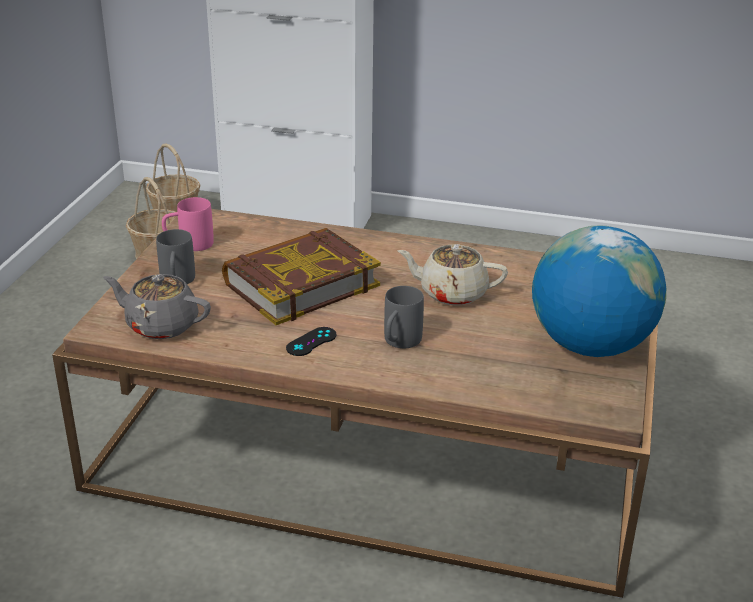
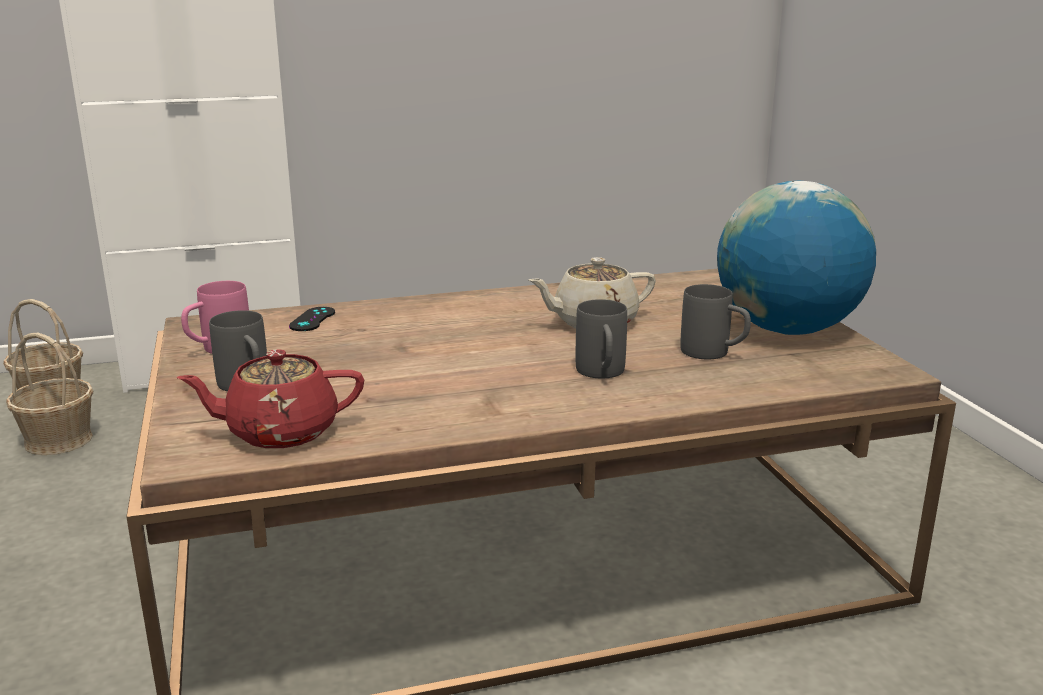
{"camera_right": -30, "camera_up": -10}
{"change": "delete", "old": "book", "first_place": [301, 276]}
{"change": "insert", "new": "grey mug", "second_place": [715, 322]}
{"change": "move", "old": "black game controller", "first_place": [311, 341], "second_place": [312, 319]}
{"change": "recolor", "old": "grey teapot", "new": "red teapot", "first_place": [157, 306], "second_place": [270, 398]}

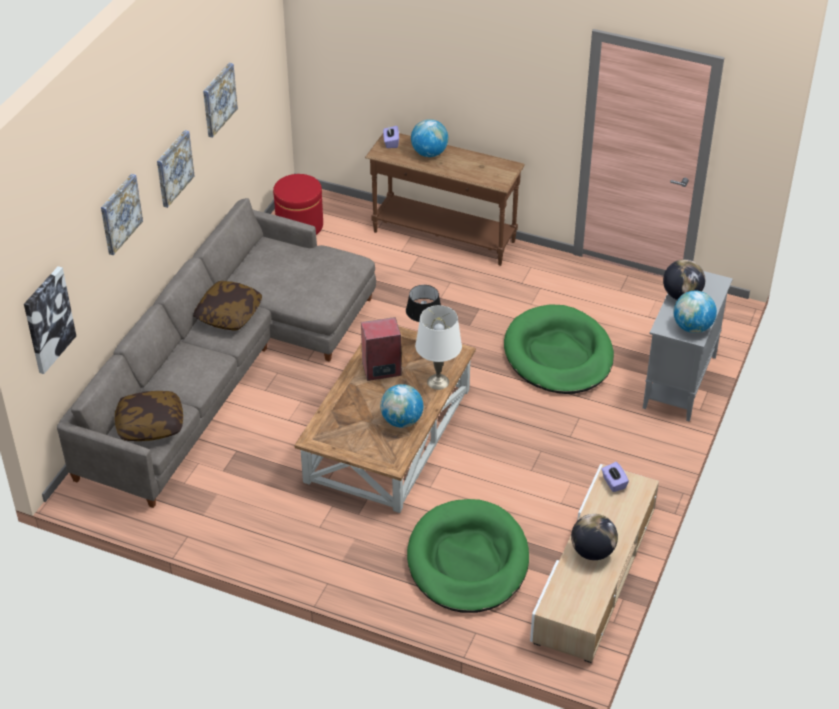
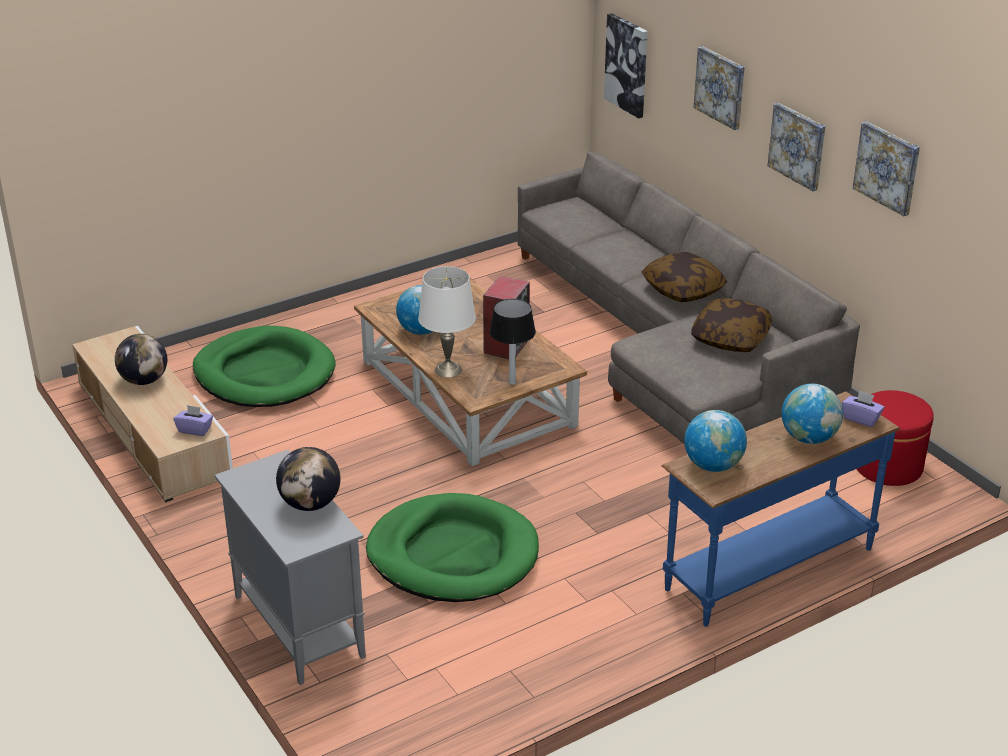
{"camera_right": 125, "camera_up": -10}
{"change": "move", "old": "pillow", "first_place": [149, 416], "second_place": [731, 325]}
{"change": "move", "old": "globe", "first_place": [695, 312], "second_place": [715, 441]}
{"change": "recolor", "old": "brown console table", "new": "blue console table", "first_place": [445, 199], "second_place": [781, 509]}

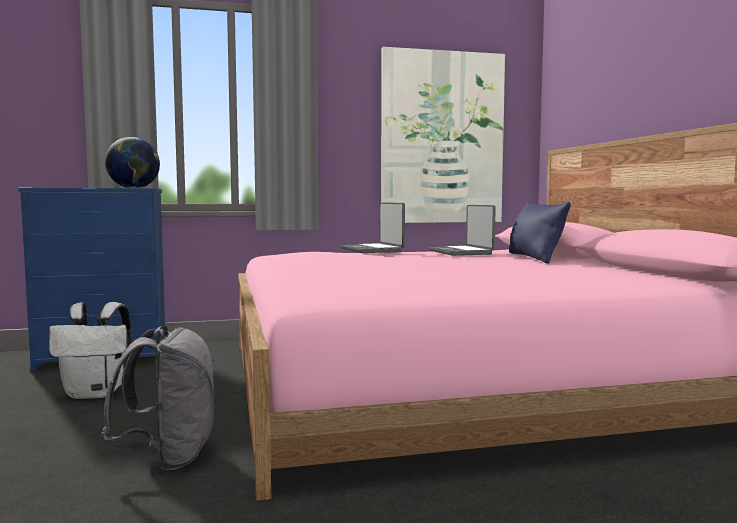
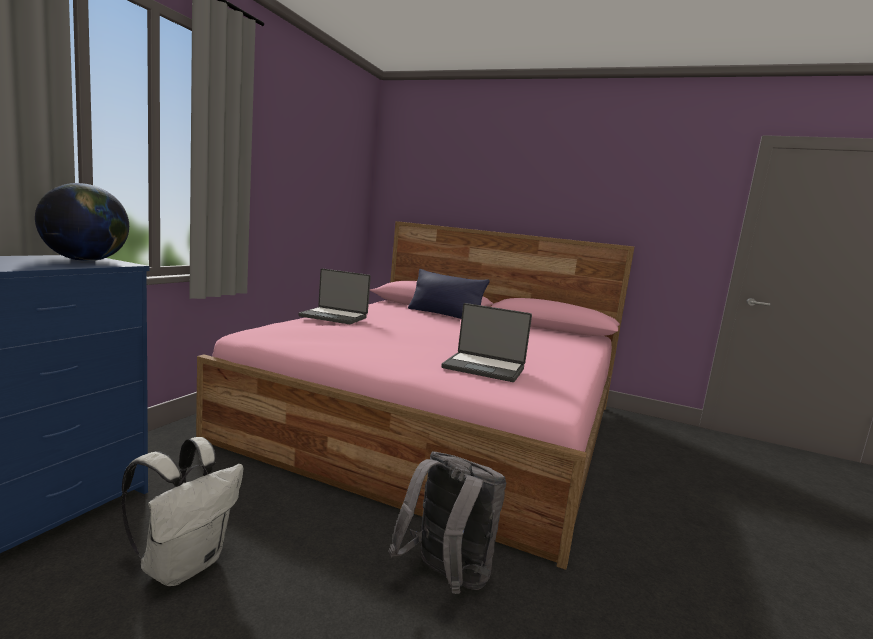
{"camera_right": -55, "camera_up": 5}
{"change": "delete", "old": "picture", "first_place": [443, 135]}
{"change": "move", "old": "laptop", "first_place": [462, 230], "second_place": [487, 342]}

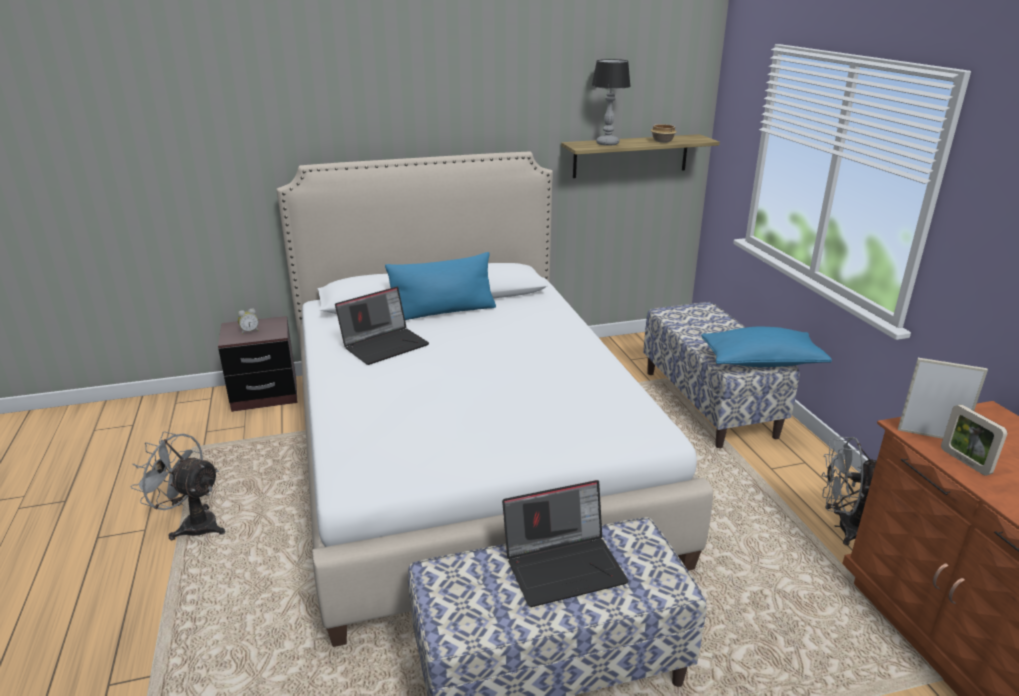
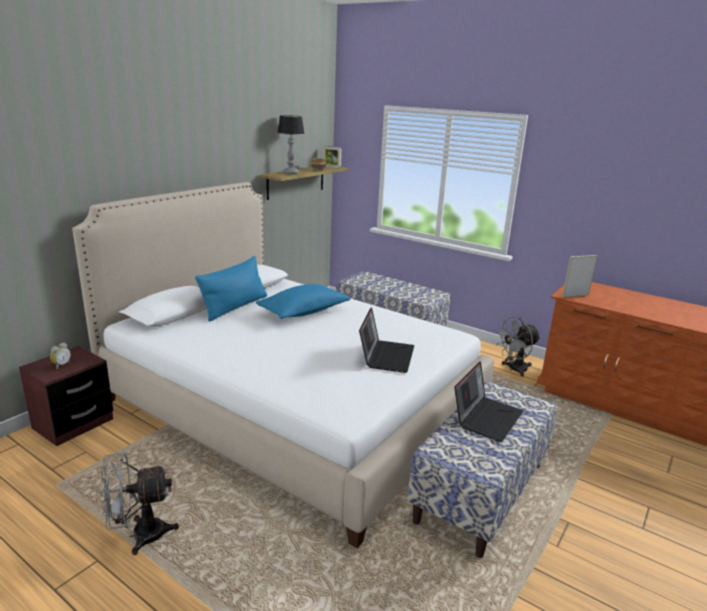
{"camera_right": -40, "camera_up": -5}
{"change": "move", "old": "laptop", "first_place": [382, 326], "second_place": [386, 340]}
{"change": "move", "old": "blue pillow", "first_place": [766, 347], "second_place": [303, 301]}
{"change": "move", "old": "picture frame", "first_place": [974, 440], "second_place": [332, 157]}

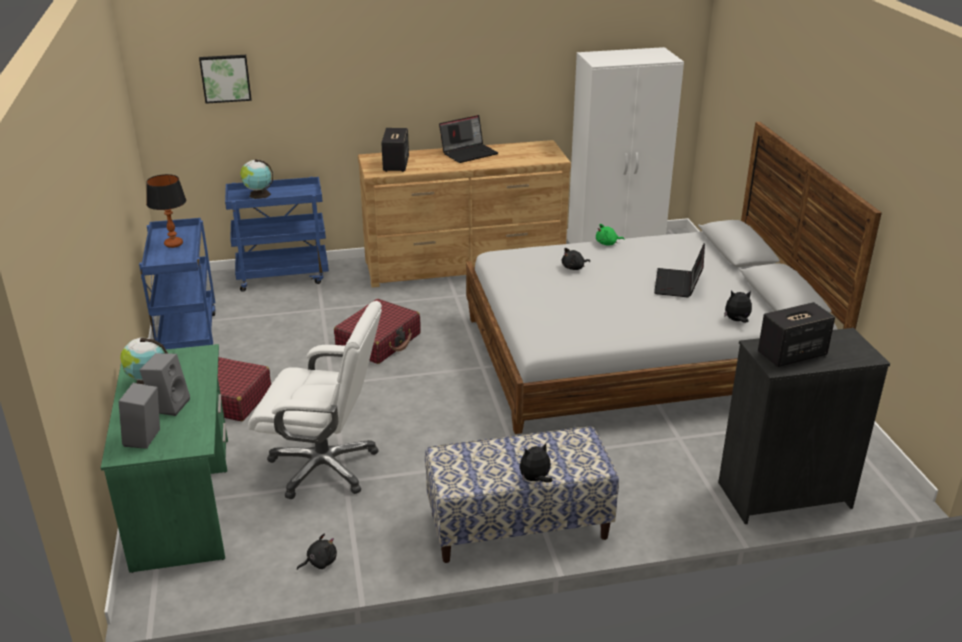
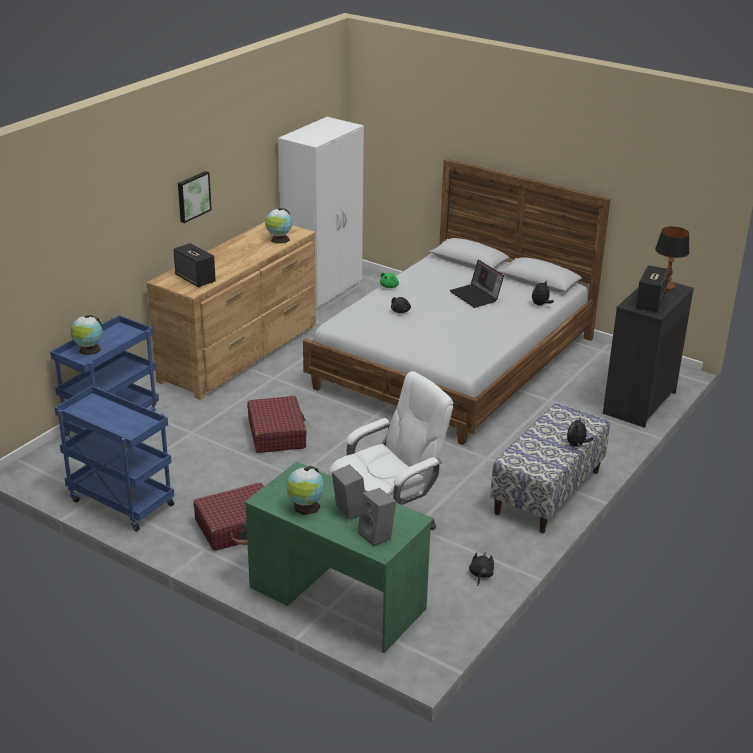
{"camera_right": -45, "camera_up": 0}
{"change": "delete", "old": "laptop", "first_place": [468, 139]}
{"change": "insert", "new": "globe", "second_place": [278, 226]}
{"change": "move", "old": "table lamp", "first_place": [166, 211], "second_place": [672, 258]}
{"change": "move", "old": "picture", "first_place": [225, 79], "second_place": [195, 197]}

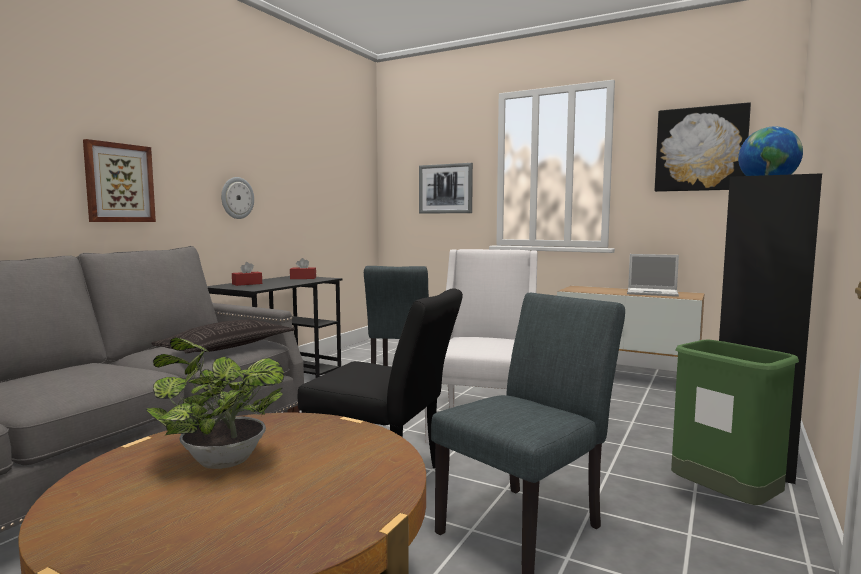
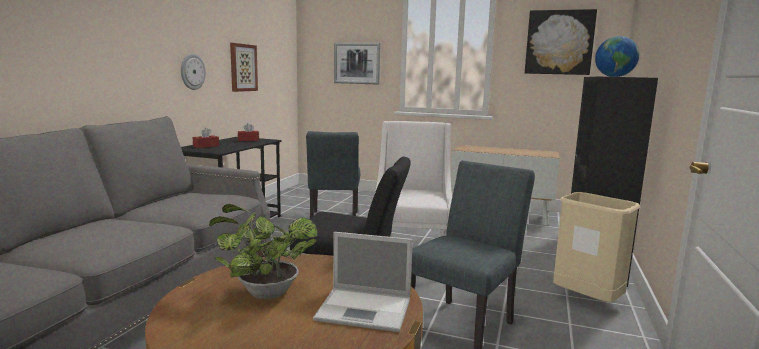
{"camera_right": -10, "camera_up": 5}
{"change": "delete", "old": "pillow", "first_place": [223, 337]}
{"change": "move", "old": "picture", "first_place": [119, 180], "second_place": [244, 67]}
{"change": "move", "old": "laptop", "first_place": [653, 275], "second_place": [363, 282]}
{"change": "recolor", "old": "green trash can", "new": "beige trash can", "first_place": [735, 422], "second_place": [596, 247]}

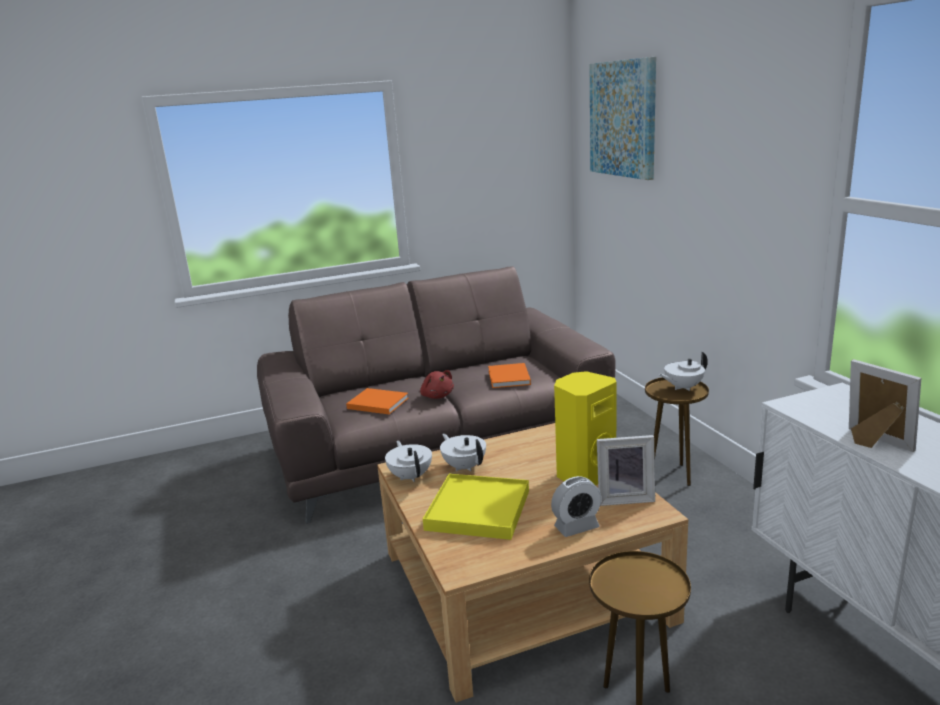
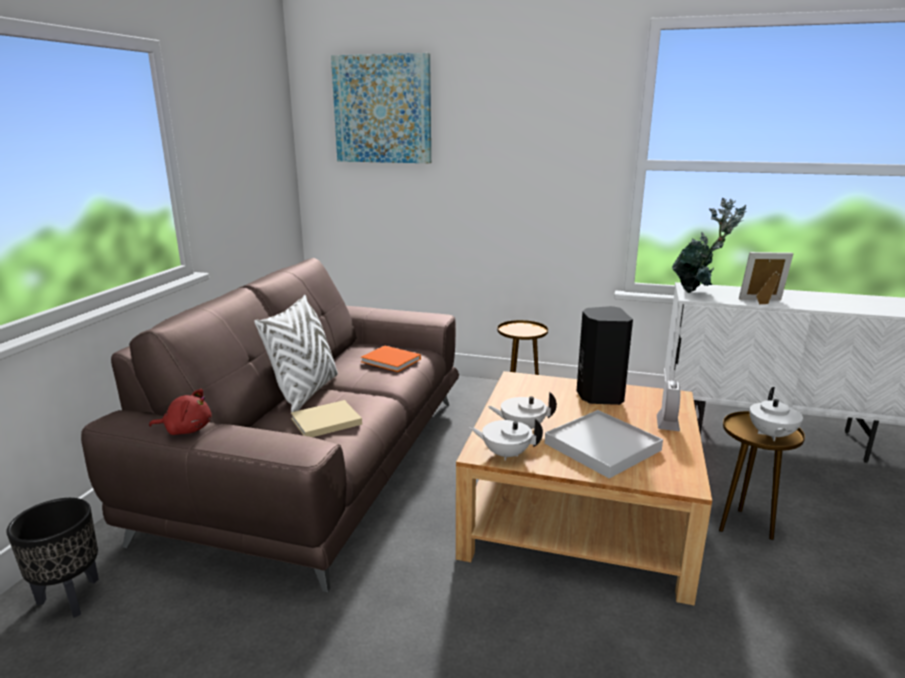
{"camera_right": -55, "camera_up": 0}
{"change": "delete", "old": "picture frame", "first_place": [626, 470]}
{"change": "insert", "new": "black planter", "second_place": [52, 558]}
{"change": "insert", "new": "white pillow", "second_place": [296, 353]}
{"change": "insert", "new": "potted plant", "second_place": [709, 245]}
{"change": "move", "old": "red plush toy", "first_place": [437, 384], "second_place": [180, 412]}
{"change": "move", "old": "white teapot", "first_place": [683, 371], "second_place": [776, 414]}
{"change": "recolor", "old": "orange book", "new": "beige book", "first_place": [377, 401], "second_place": [326, 418]}
{"change": "recolor", "old": "yellow tray", "new": "white tray", "first_place": [476, 507], "second_place": [604, 444]}
{"change": "recolor", "old": "yellow speaker", "new": "black speaker", "first_place": [585, 428], "second_place": [605, 355]}

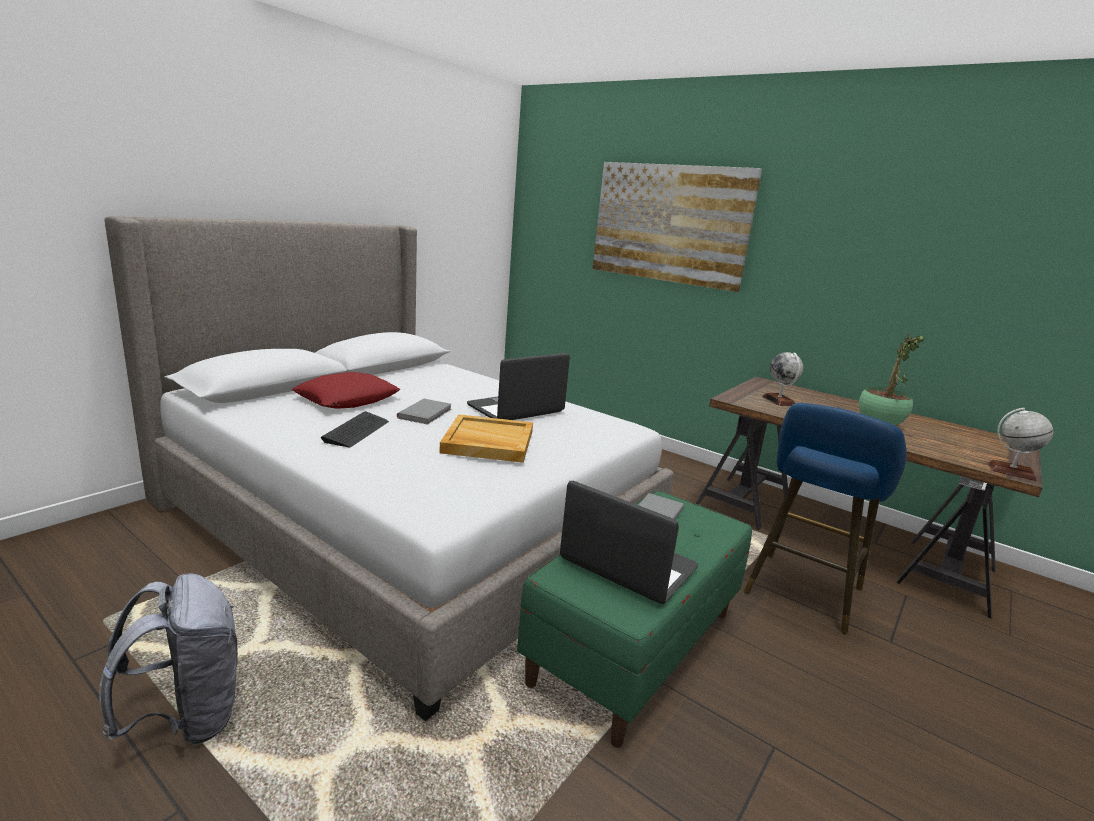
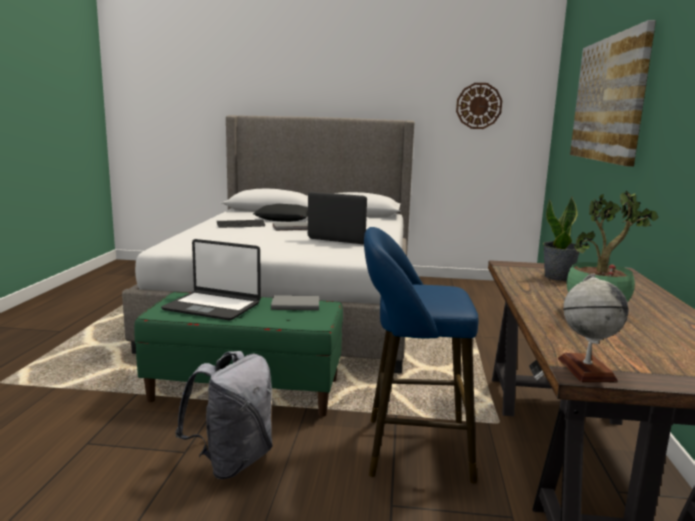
{"camera_right": 60, "camera_up": -5}
{"change": "delete", "old": "beige tray", "first_place": [486, 438]}
{"change": "insert", "new": "wall clock", "second_place": [479, 106]}
{"change": "move", "old": "grey backpack", "first_place": [168, 659], "second_place": [224, 415]}
{"change": "replace", "old": "globe", "new": "potted plant", "first_place": [782, 379], "second_place": [561, 239]}
{"change": "recolor", "old": "red pillow", "new": "black pillow", "first_place": [346, 390], "second_place": [280, 213]}
{"change": "rotate", "old": "laptop", "first_place": [629, 542], "second_place": [211, 280], "degrees": 105}

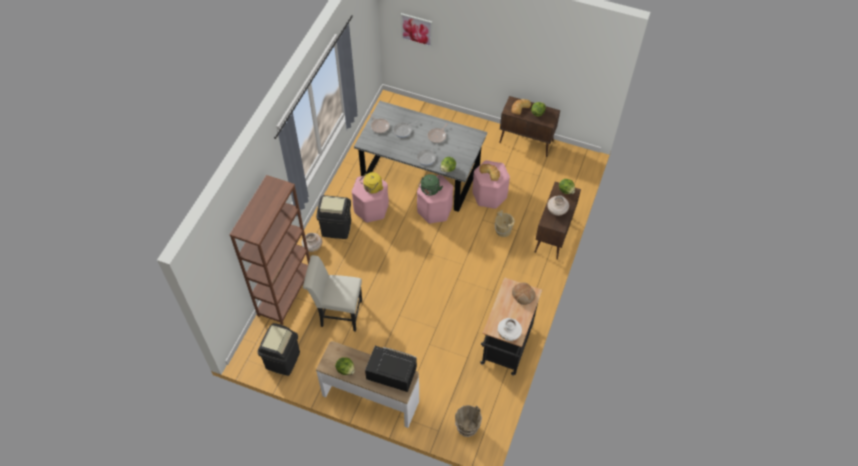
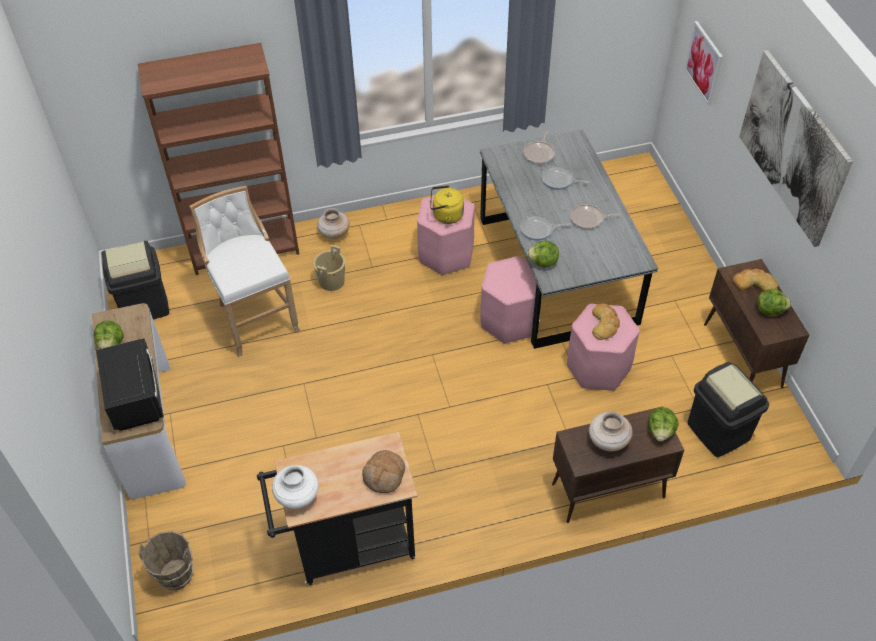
{"camera_right": 55, "camera_up": -5}
{"change": "delete", "old": "green kettle", "first_place": [431, 185]}
{"change": "insert", "new": "picture", "second_place": [796, 148]}
{"change": "move", "old": "black trash can", "first_place": [333, 217], "second_place": [728, 409]}
{"change": "move", "old": "beige bucket", "first_place": [505, 223], "second_place": [329, 268]}
{"change": "replace", "old": "white chair", "new": "white stool", "first_place": [332, 293], "second_place": [245, 271]}

